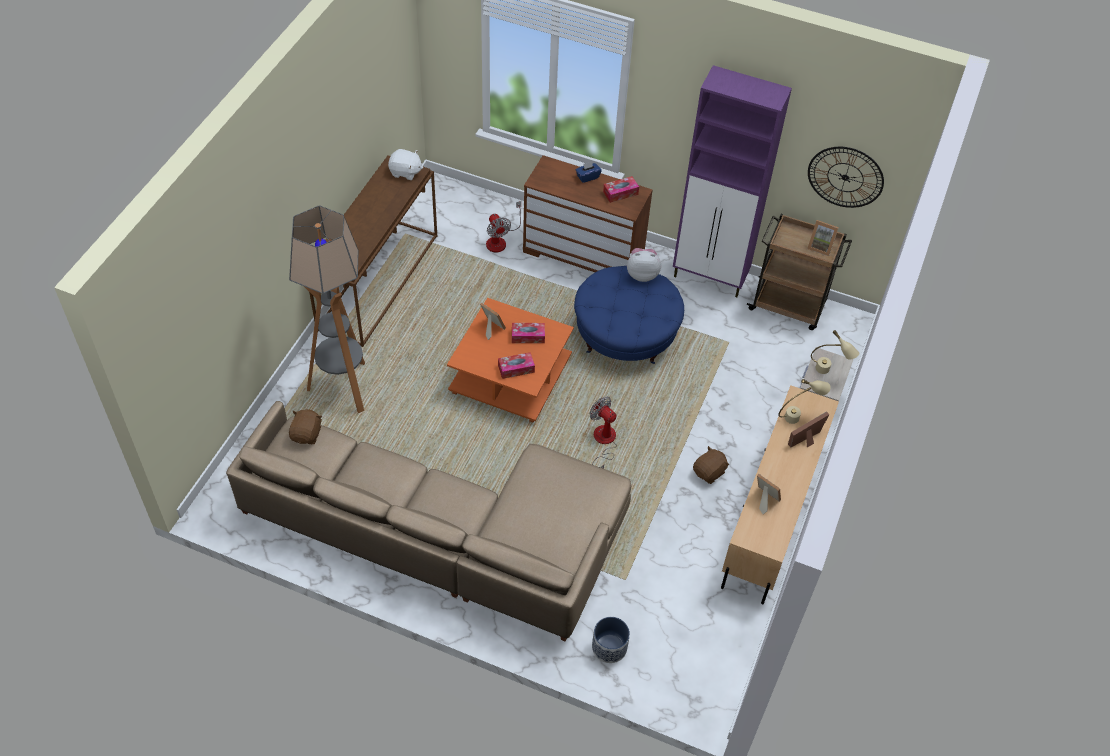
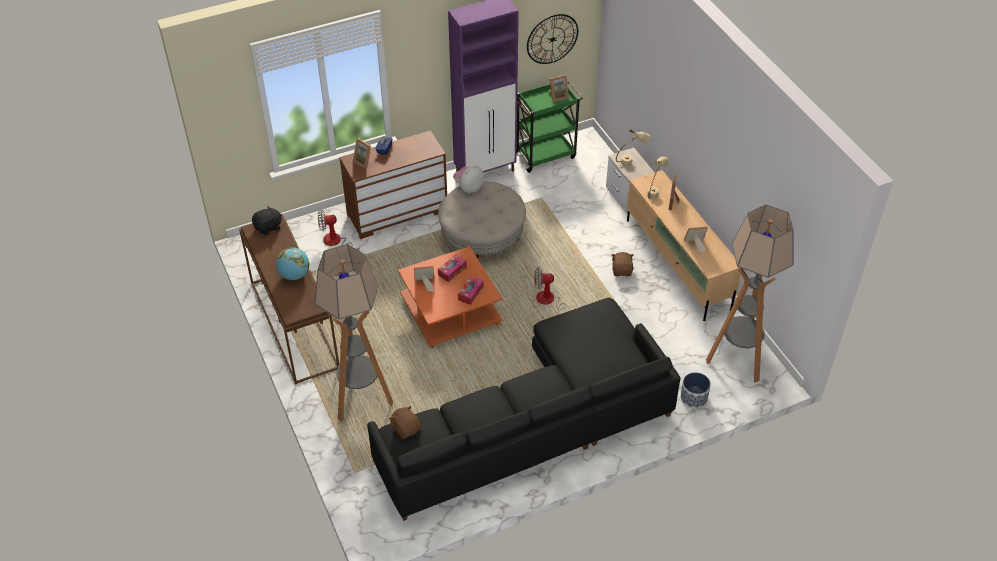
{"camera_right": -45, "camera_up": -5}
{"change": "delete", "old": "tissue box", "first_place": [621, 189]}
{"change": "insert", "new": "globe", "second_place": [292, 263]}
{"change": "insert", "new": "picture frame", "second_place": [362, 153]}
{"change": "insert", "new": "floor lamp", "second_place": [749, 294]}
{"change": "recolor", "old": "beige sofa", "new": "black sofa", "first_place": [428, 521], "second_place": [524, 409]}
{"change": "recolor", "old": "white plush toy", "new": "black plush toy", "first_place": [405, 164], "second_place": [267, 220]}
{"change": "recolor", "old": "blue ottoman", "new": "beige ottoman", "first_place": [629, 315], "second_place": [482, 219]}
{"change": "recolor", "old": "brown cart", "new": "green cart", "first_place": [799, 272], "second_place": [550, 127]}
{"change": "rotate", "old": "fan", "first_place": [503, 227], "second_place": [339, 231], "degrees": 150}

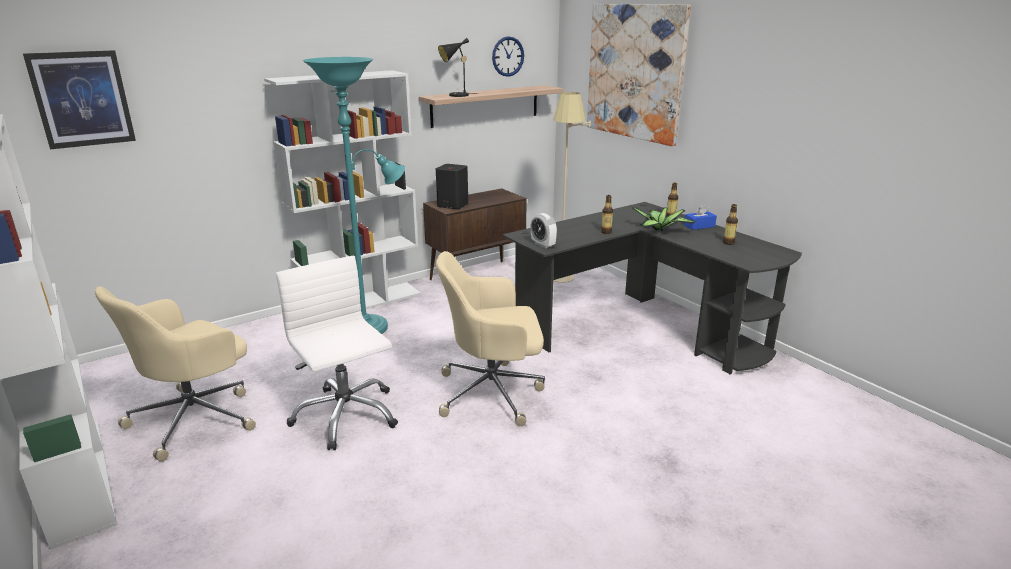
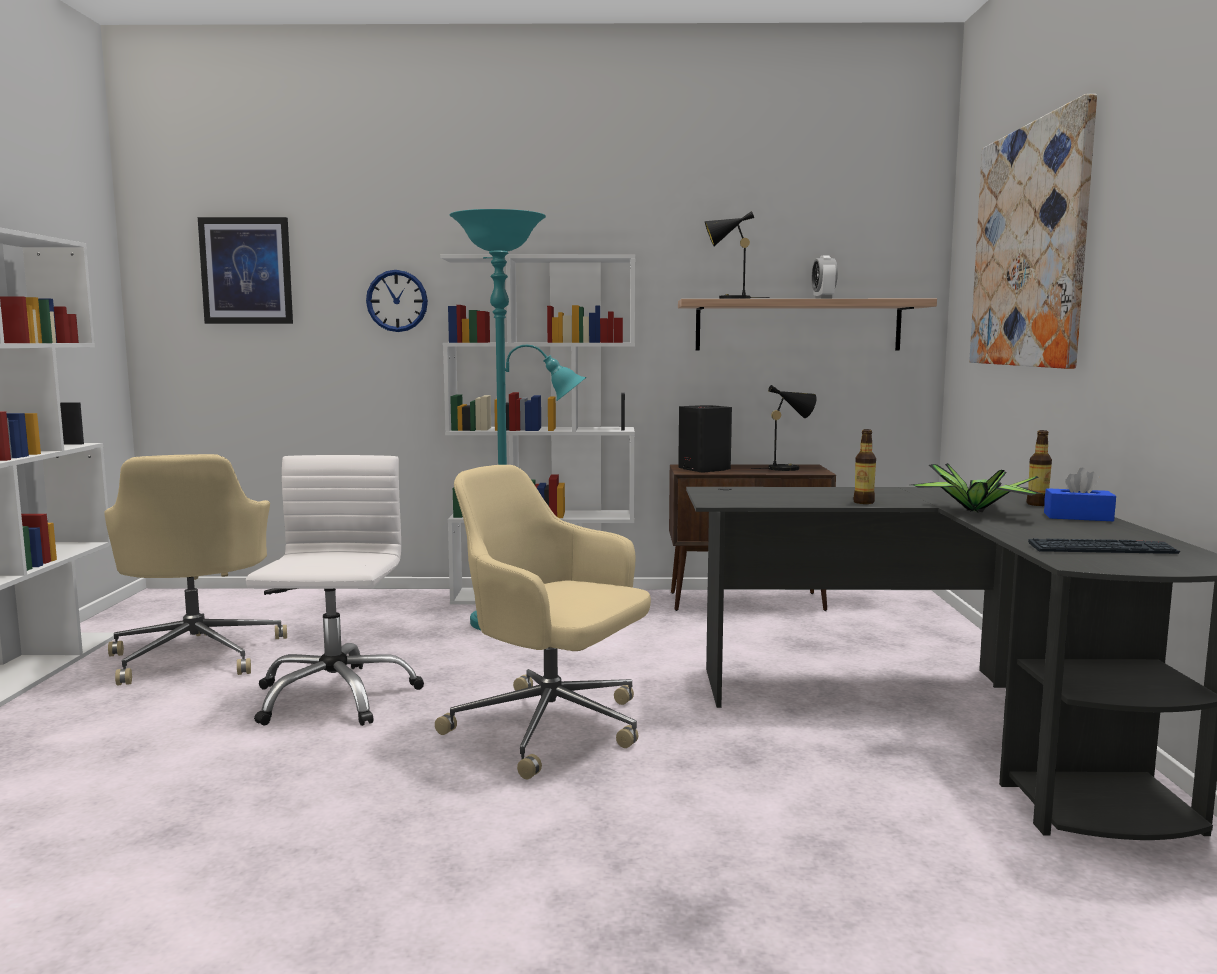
{"camera_right": 35, "camera_up": -15}
{"change": "delete", "old": "beige floor lamp", "first_place": [572, 187]}
{"change": "delete", "old": "bottle", "first_place": [730, 224]}
{"change": "insert", "new": "black table lamp", "second_place": [783, 428]}
{"change": "insert", "new": "keyboard", "second_place": [1104, 546]}
{"change": "move", "old": "wall clock", "first_place": [508, 56], "second_place": [397, 301]}
{"change": "move", "old": "alarm clock", "first_place": [543, 231], "second_place": [825, 277]}
{"change": "rotate", "old": "beige office chair", "first_place": [175, 374], "second_place": [195, 570], "degrees": -90}

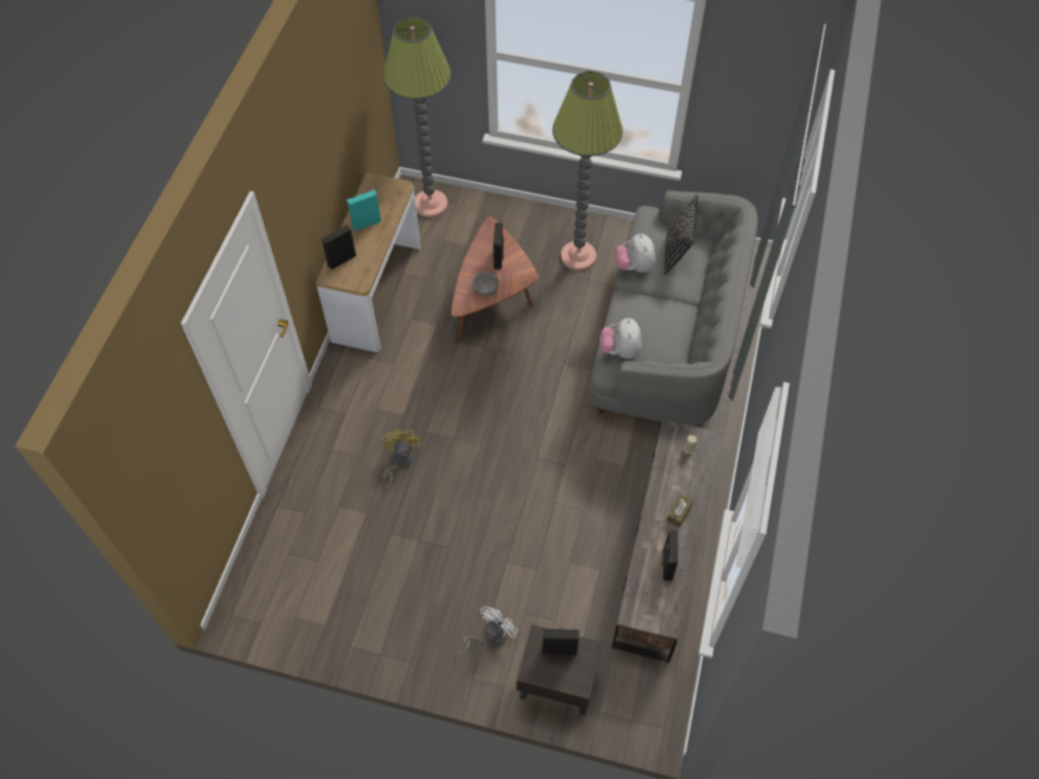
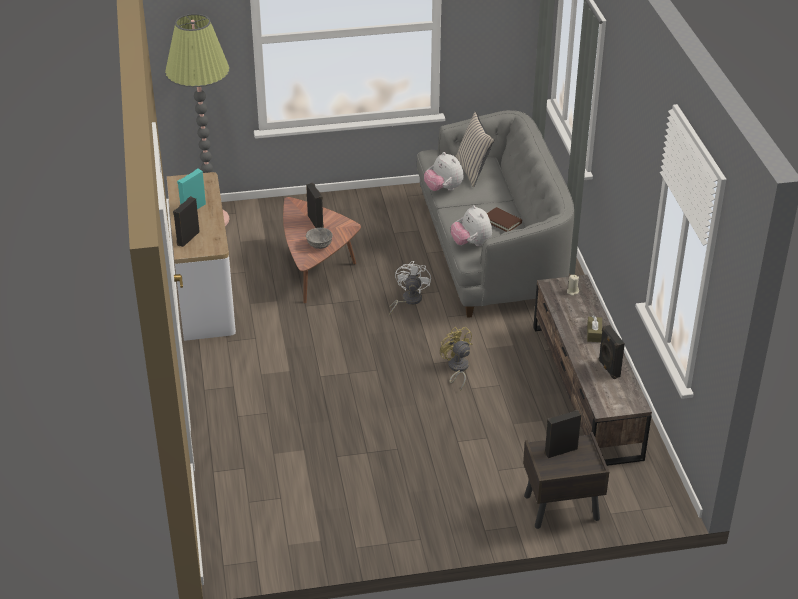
{"camera_right": -25, "camera_up": -20}
{"change": "delete", "old": "floor lamp", "first_place": [587, 171]}
{"change": "insert", "new": "brown book", "second_place": [504, 219]}
{"change": "move", "old": "yellow fan", "first_place": [400, 458], "second_place": [456, 359]}
{"change": "move", "old": "white fan", "first_place": [487, 630], "second_place": [410, 288]}
{"change": "recolor", "old": "black pillow", "new": "beige pillow", "first_place": [681, 235], "second_place": [474, 149]}

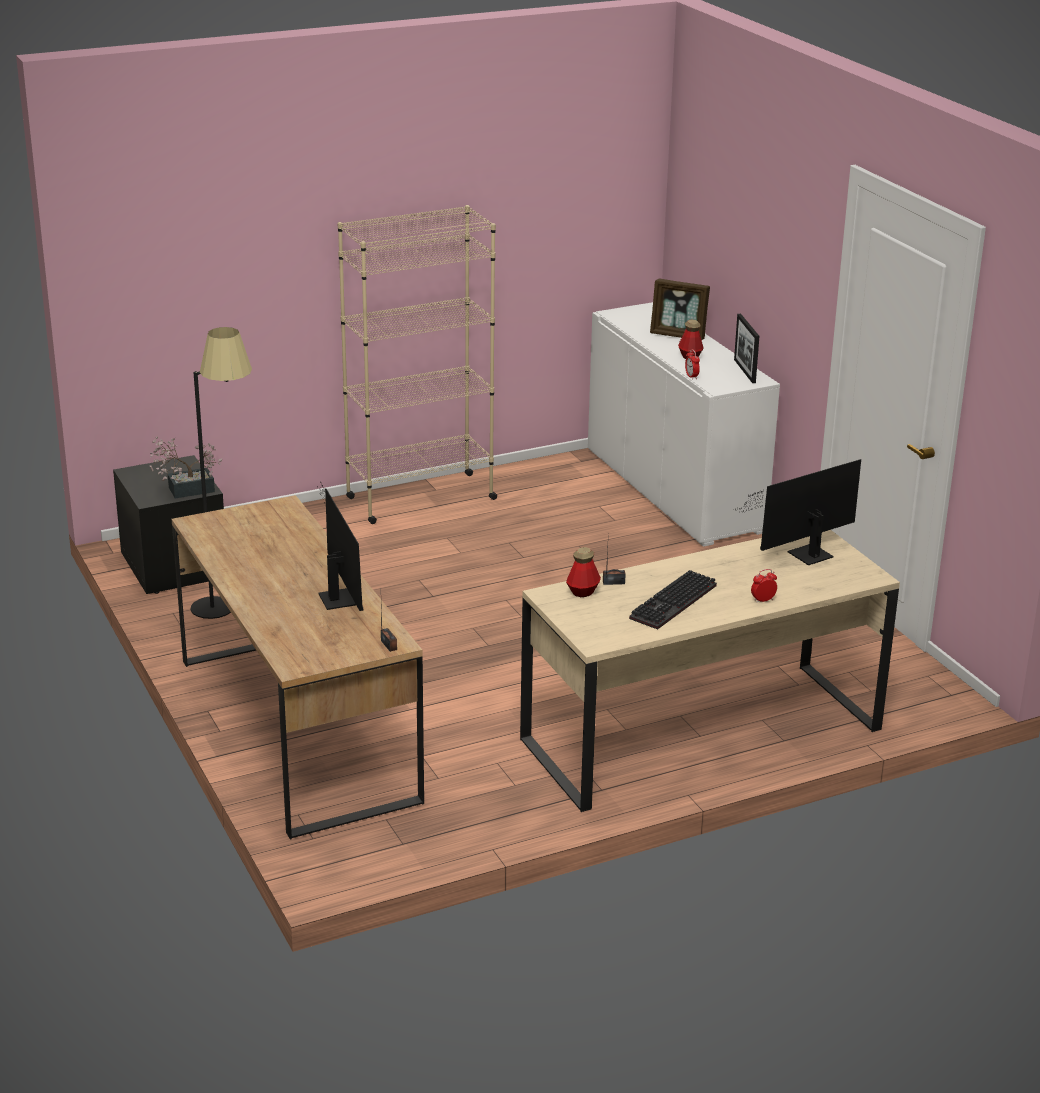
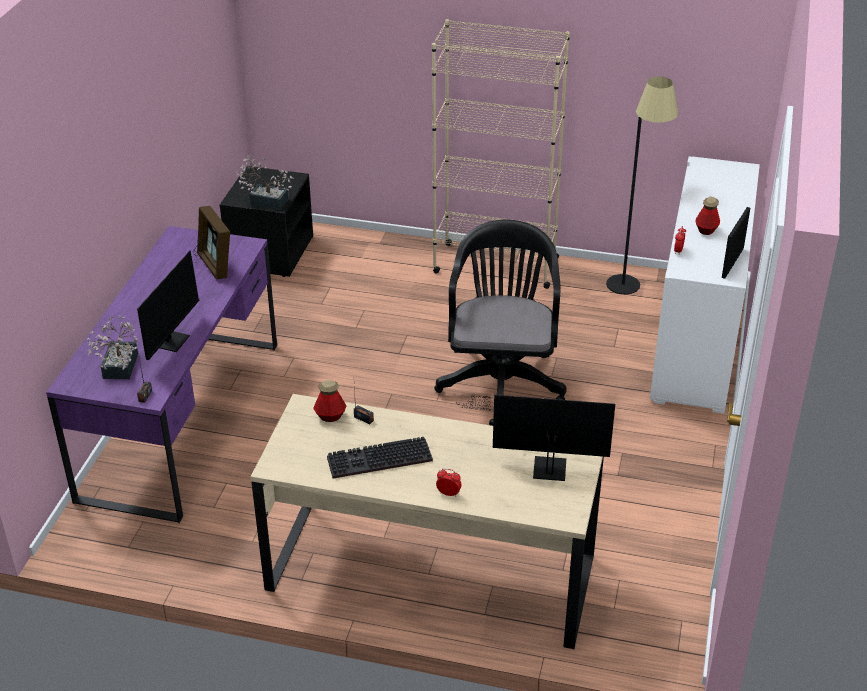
{"camera_right": 40, "camera_up": 10}
{"change": "insert", "new": "potted plant", "second_place": [112, 347]}
{"change": "insert", "new": "black office chair", "second_place": [500, 323]}
{"change": "move", "old": "black floor lamp", "first_place": [221, 473], "second_place": [642, 185]}
{"change": "move", "old": "picture frame", "first_place": [680, 309], "second_place": [213, 243]}
{"change": "recolor", "old": "brown desk", "new": "purple desk", "first_place": [298, 667], "second_place": [161, 374]}

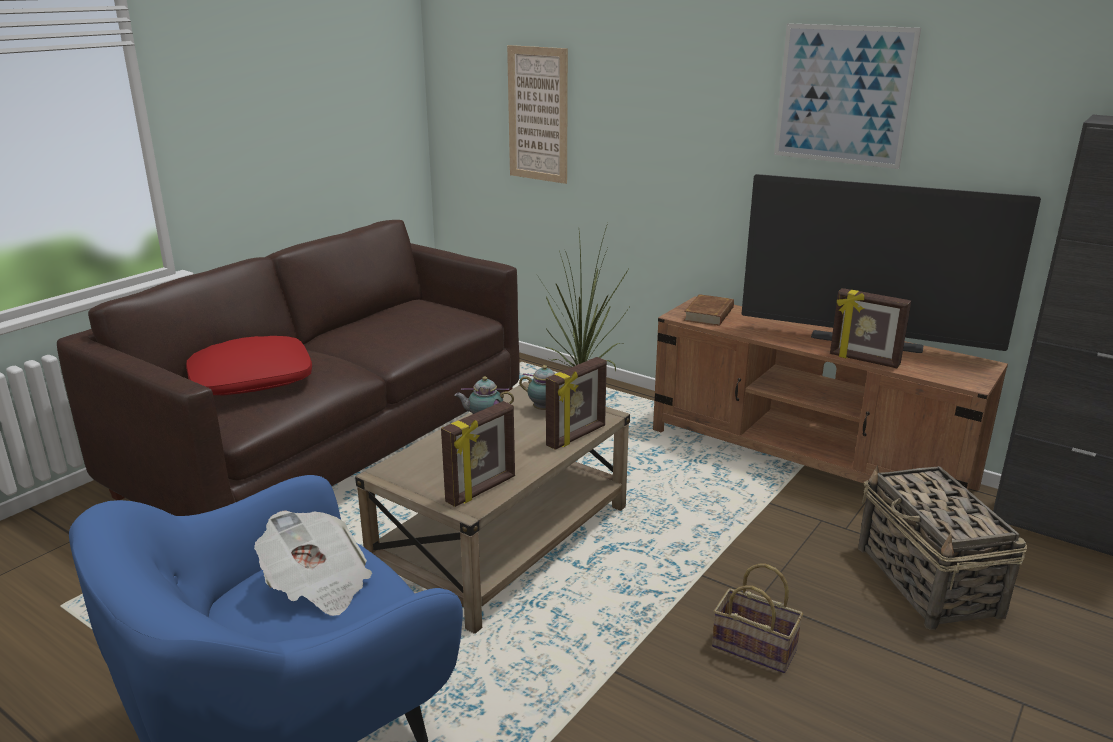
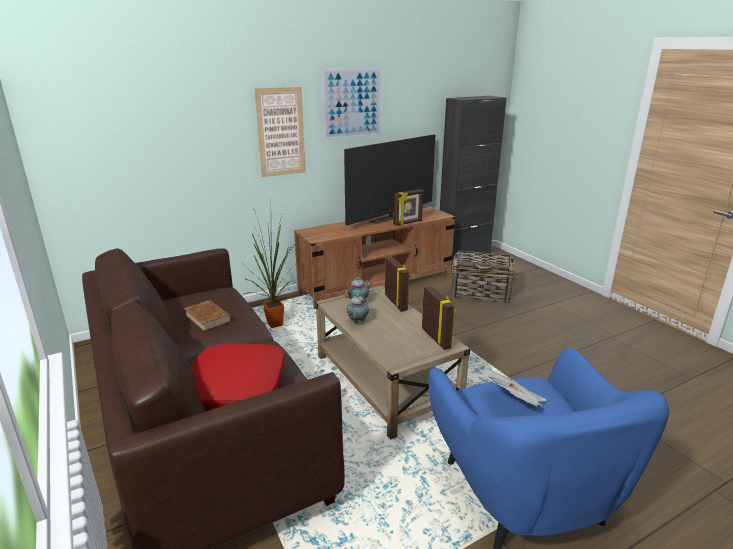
{"camera_right": -65, "camera_up": 0}
{"change": "delete", "old": "basket", "first_place": [757, 618]}
{"change": "move", "old": "picture", "first_place": [537, 114], "second_place": [280, 131]}
{"change": "move", "old": "brown book", "first_place": [709, 310], "second_place": [207, 315]}

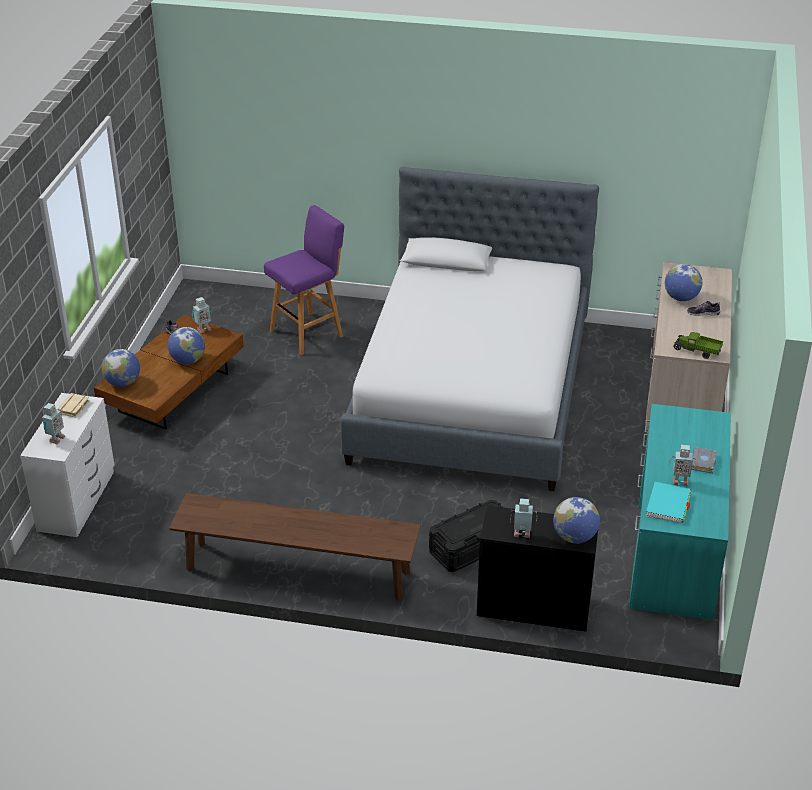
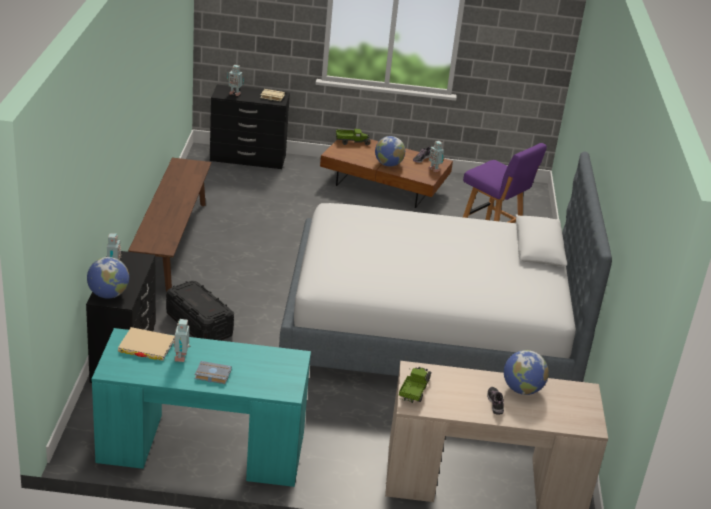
{"camera_right": 80, "camera_up": -5}
{"change": "replace", "old": "globe", "new": "toy truck", "first_place": [121, 368], "second_place": [353, 136]}
{"change": "recolor", "old": "white dresser", "new": "black dresser", "first_place": [67, 465], "second_place": [250, 127]}
{"change": "recolor", "old": "turquoise book", "new": "beige book", "first_place": [668, 502], "second_place": [146, 344]}

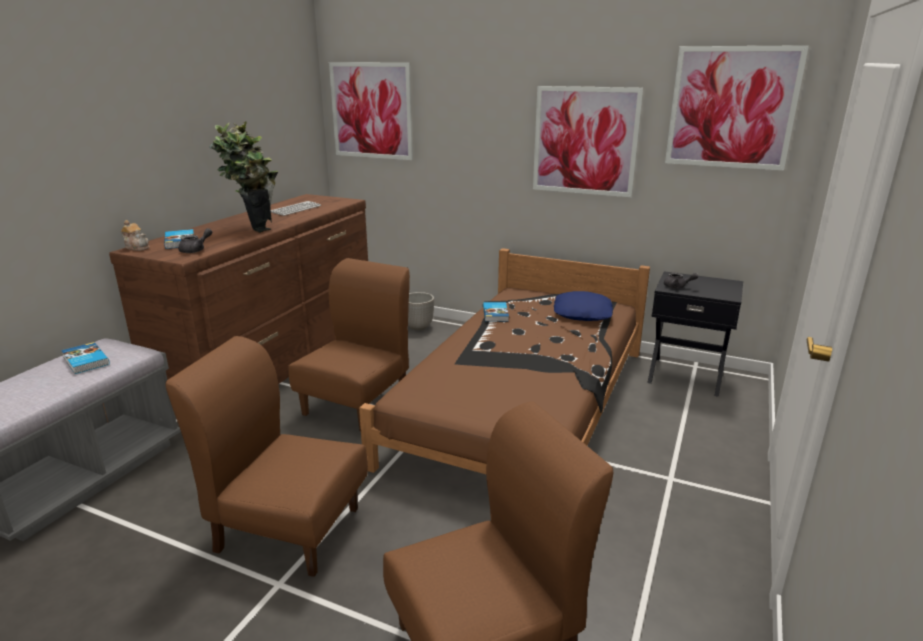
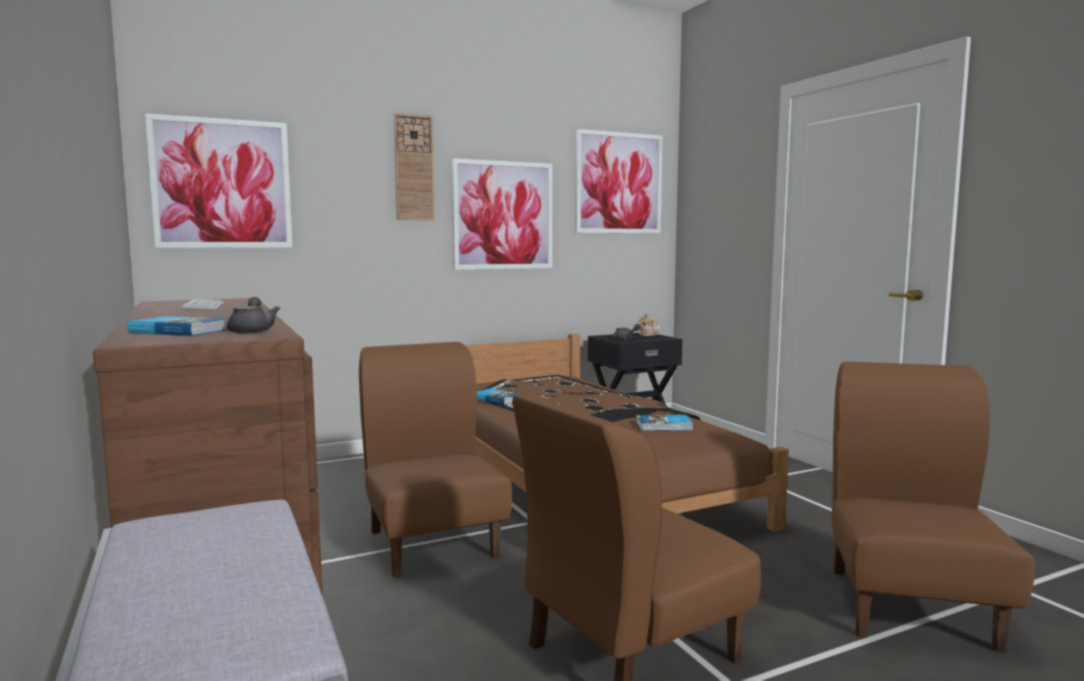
{"camera_right": -50, "camera_up": -15}
{"change": "delete", "old": "potted plant", "first_place": [244, 177]}
{"change": "delete", "old": "planter", "first_place": [421, 311]}
{"change": "delete", "old": "blue pillow", "first_place": [583, 306]}
{"change": "insert", "new": "wall clock", "second_place": [414, 166]}
{"change": "move", "old": "book", "first_place": [85, 358], "second_place": [664, 423]}
{"change": "move", "old": "teapot", "first_place": [135, 235], "second_place": [648, 324]}

